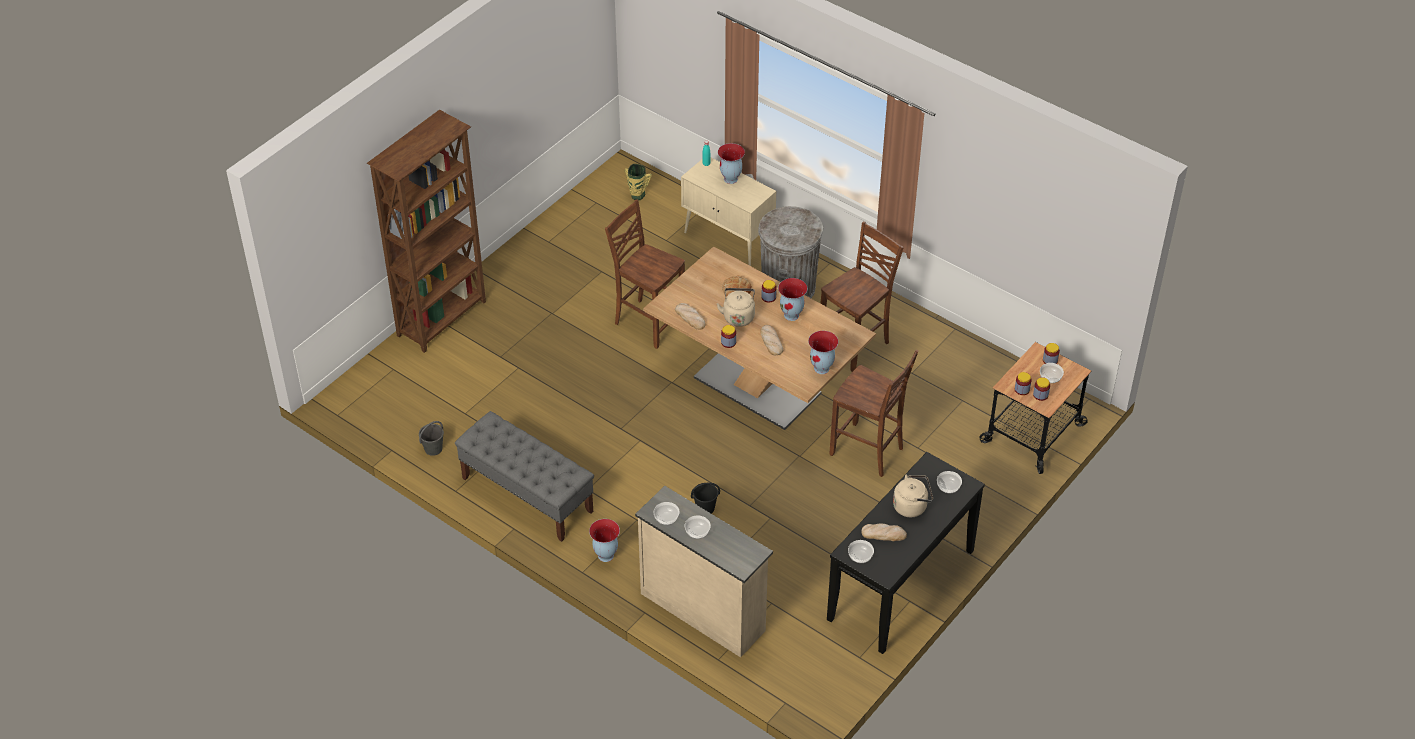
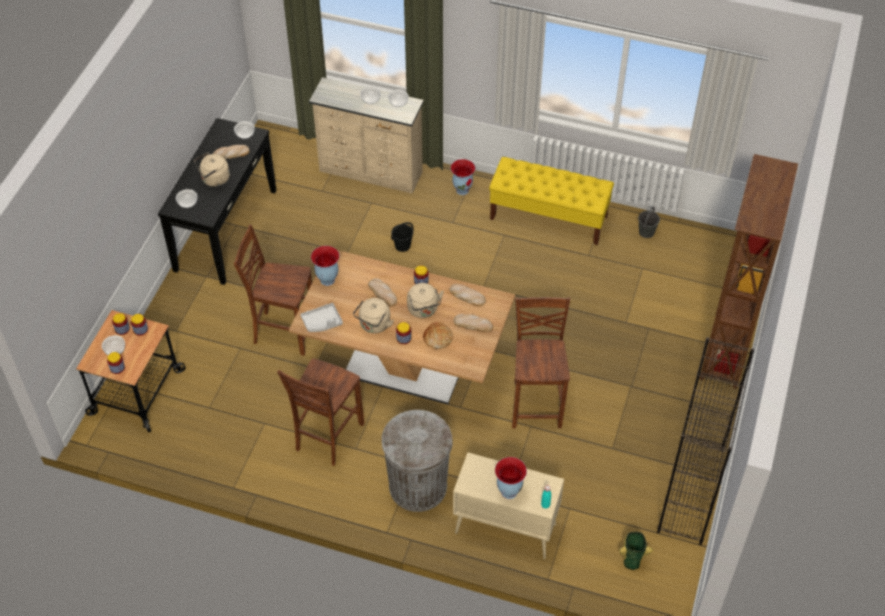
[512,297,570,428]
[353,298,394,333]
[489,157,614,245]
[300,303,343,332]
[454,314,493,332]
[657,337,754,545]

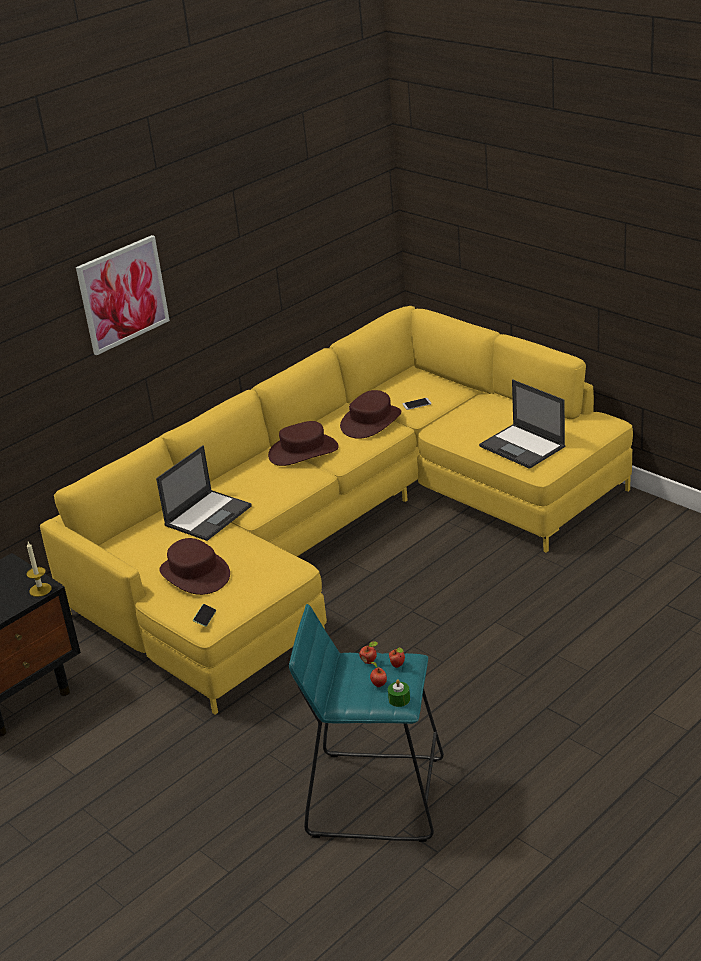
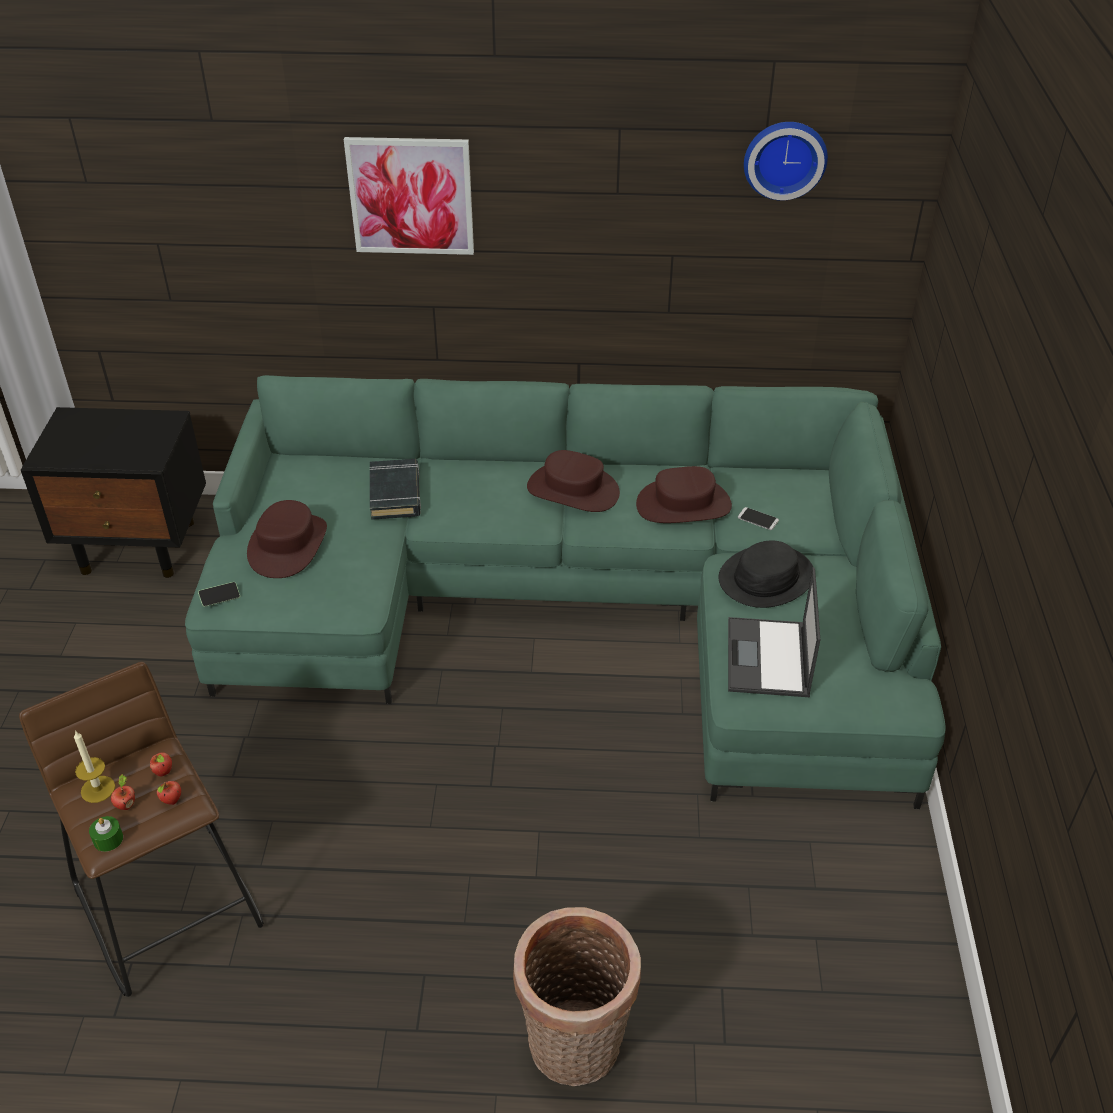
[185,375,946,809]
[370,459,421,520]
[74,731,115,803]
[19,662,264,997]
[744,122,828,201]
[718,540,813,608]
[513,907,641,1086]

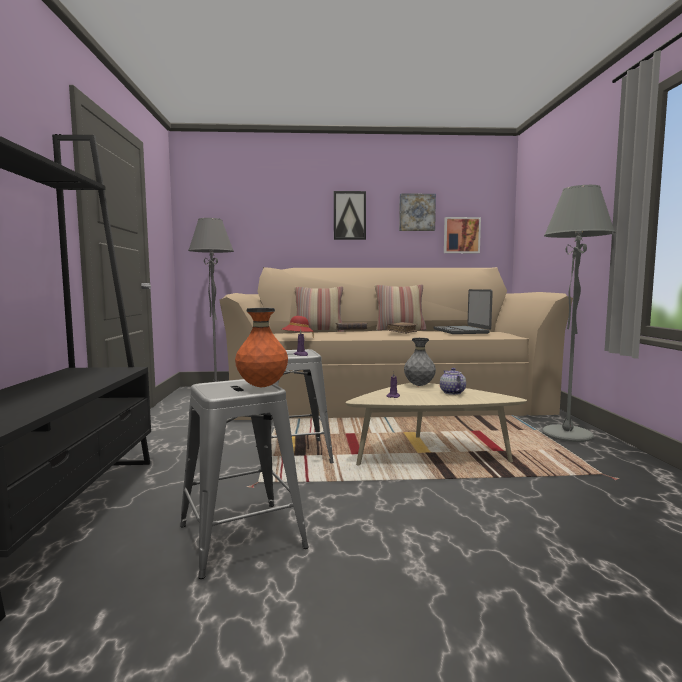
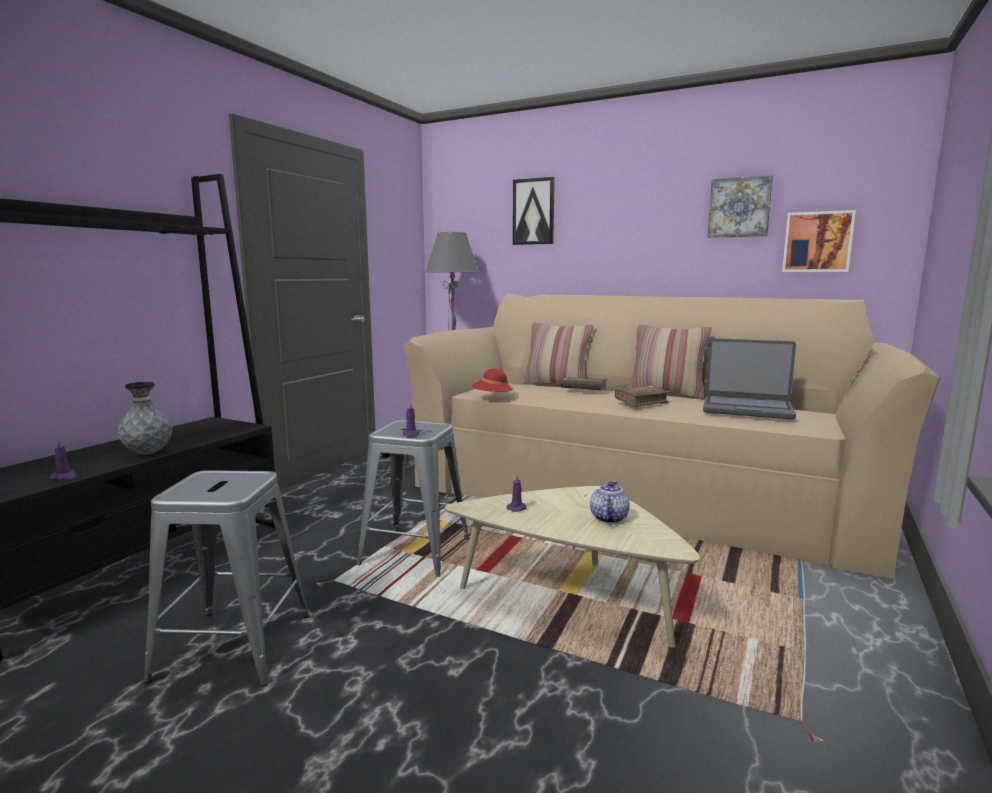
[542,185,616,442] (first image)
[513,177,555,245]
[703,338,796,419]
[235,308,288,387] (first image)
[118,382,172,454]
[50,439,77,480]

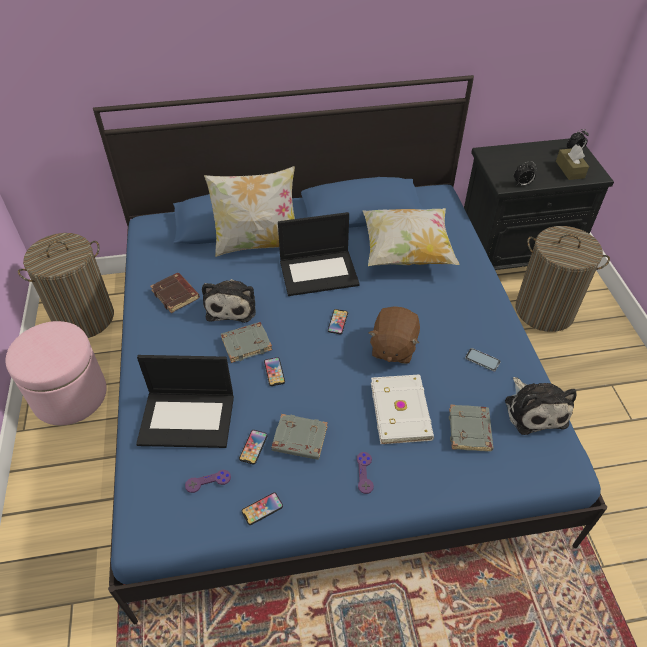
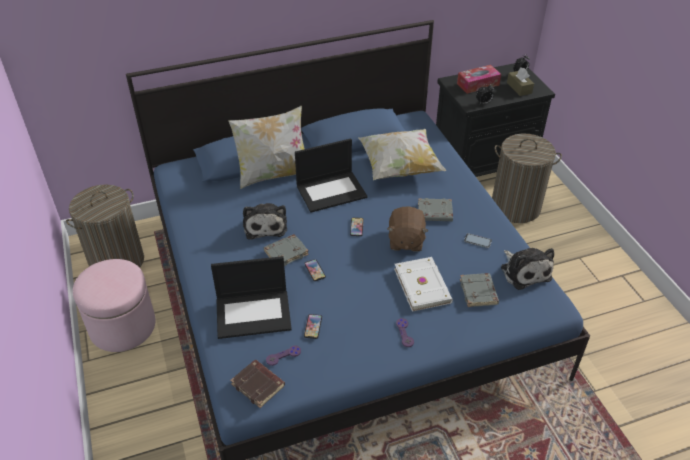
[230,360,285,408]
[418,198,453,221]
[242,492,283,525] (first image)
[457,65,501,94]

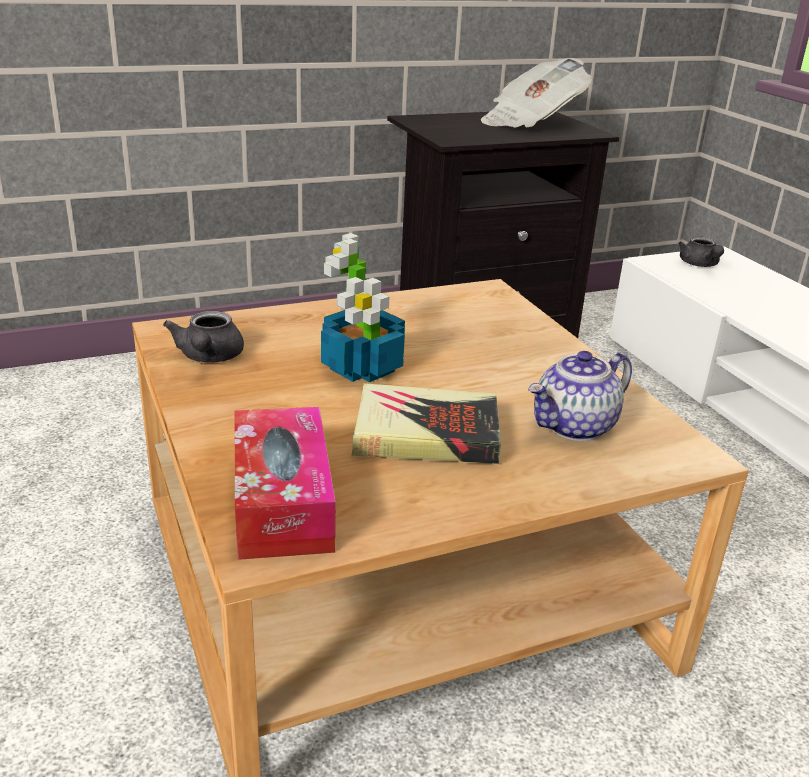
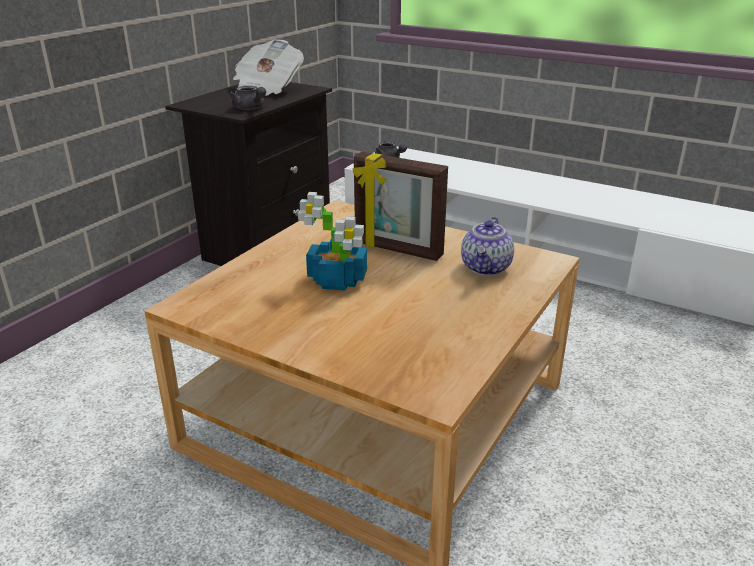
[228,86,266,110]
[351,383,501,464] (first image)
[235,407,335,560] (first image)
[353,152,448,261]

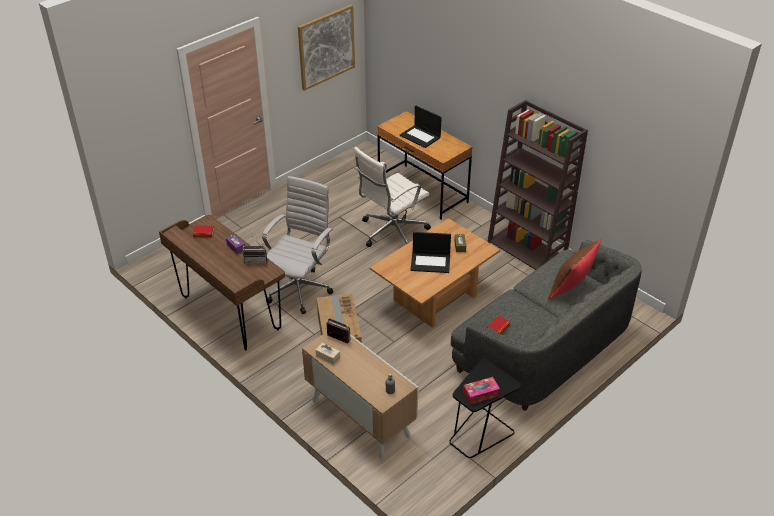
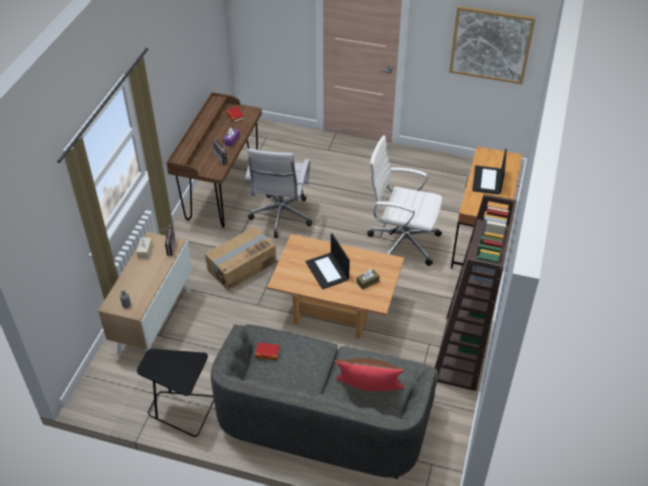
[245,148,312,238]
[463,377,500,404] (first image)

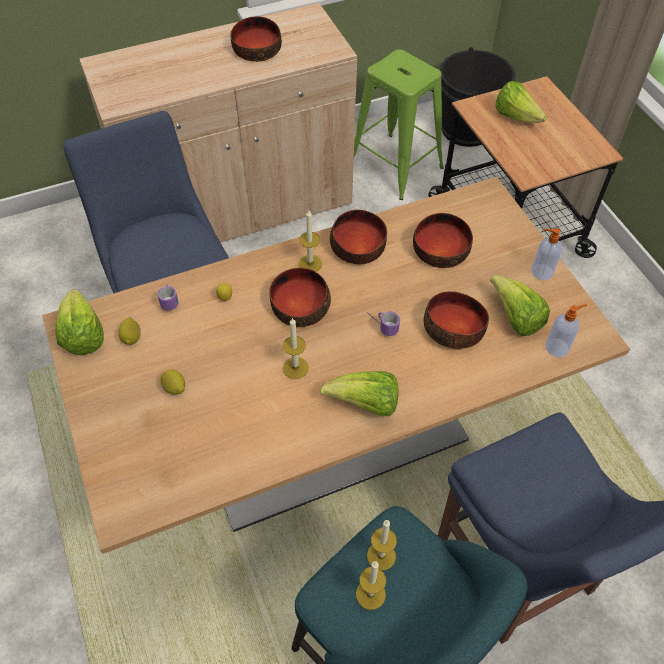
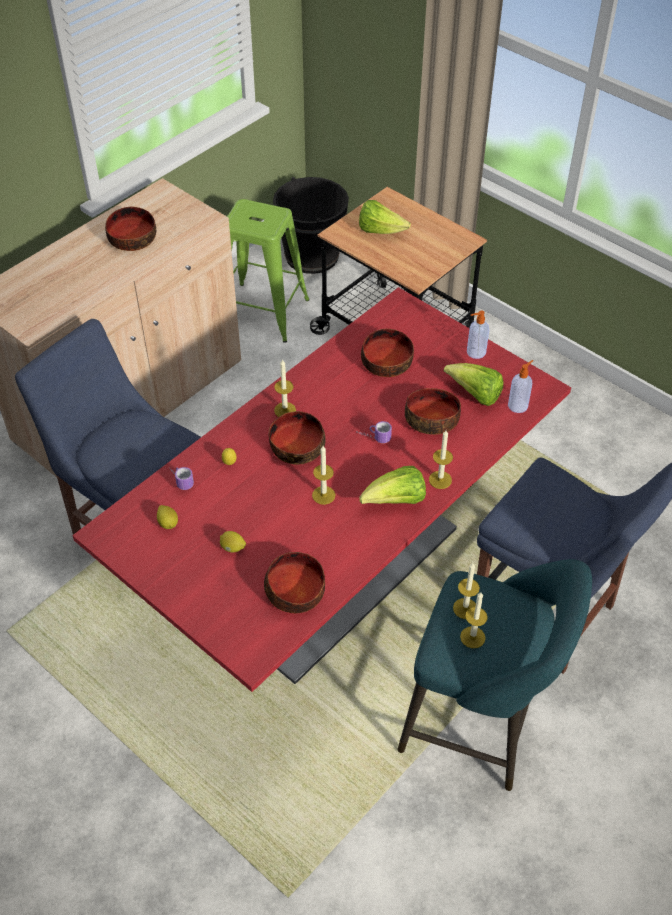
[72,287,571,692]
[264,552,325,613]
[55,290,104,355] (first image)
[429,430,453,489]

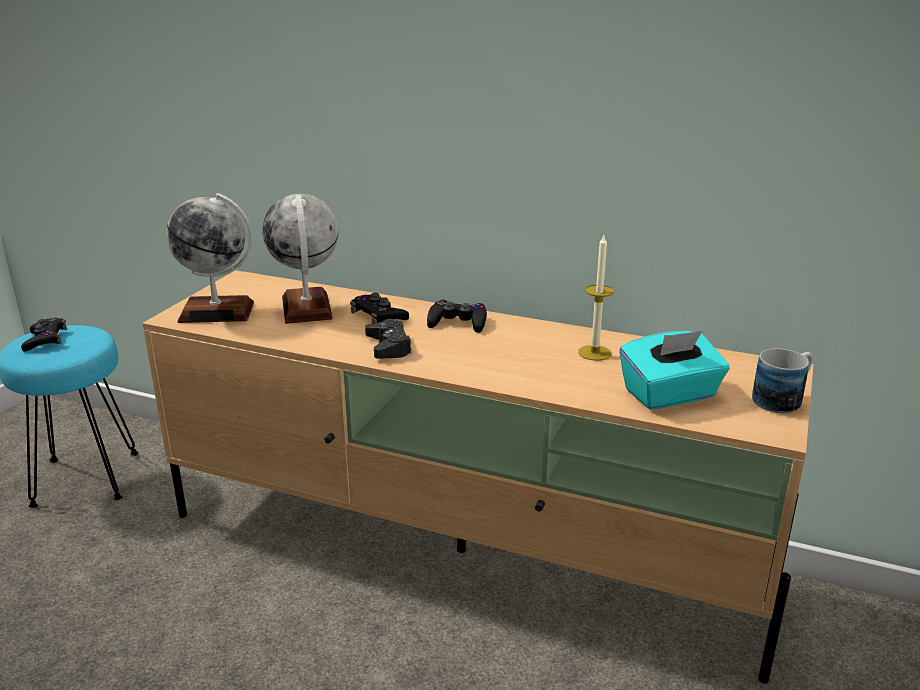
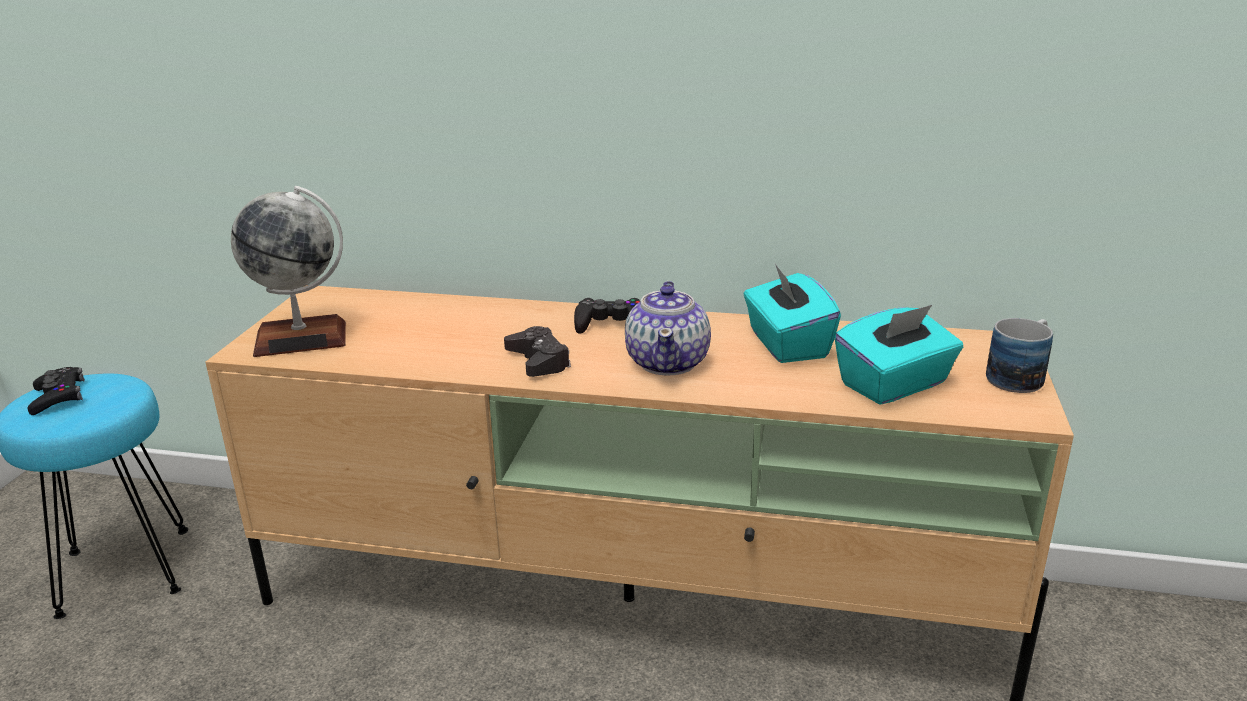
[262,194,339,324] (first image)
[744,264,841,363]
[350,293,409,324] (first image)
[625,281,711,375]

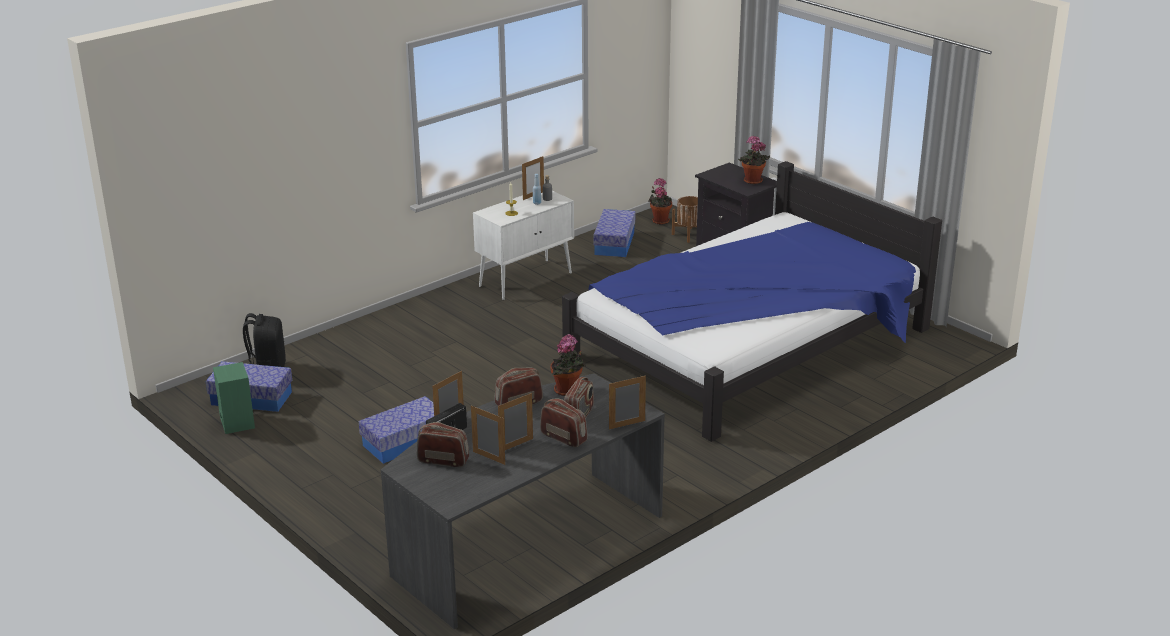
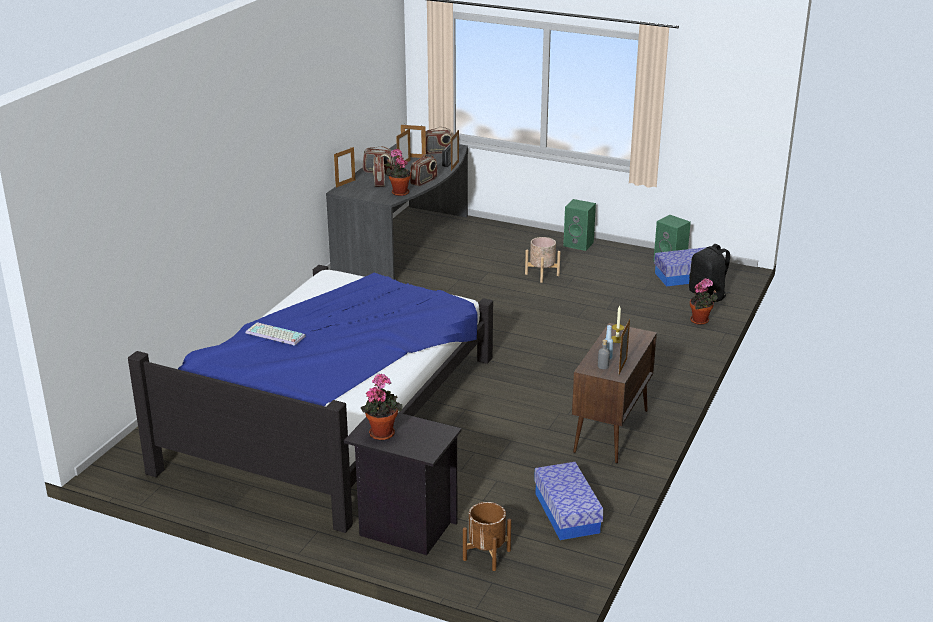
[690,278,718,325]
[572,323,657,464]
[525,237,561,283]
[563,199,596,251]
[246,322,306,346]

